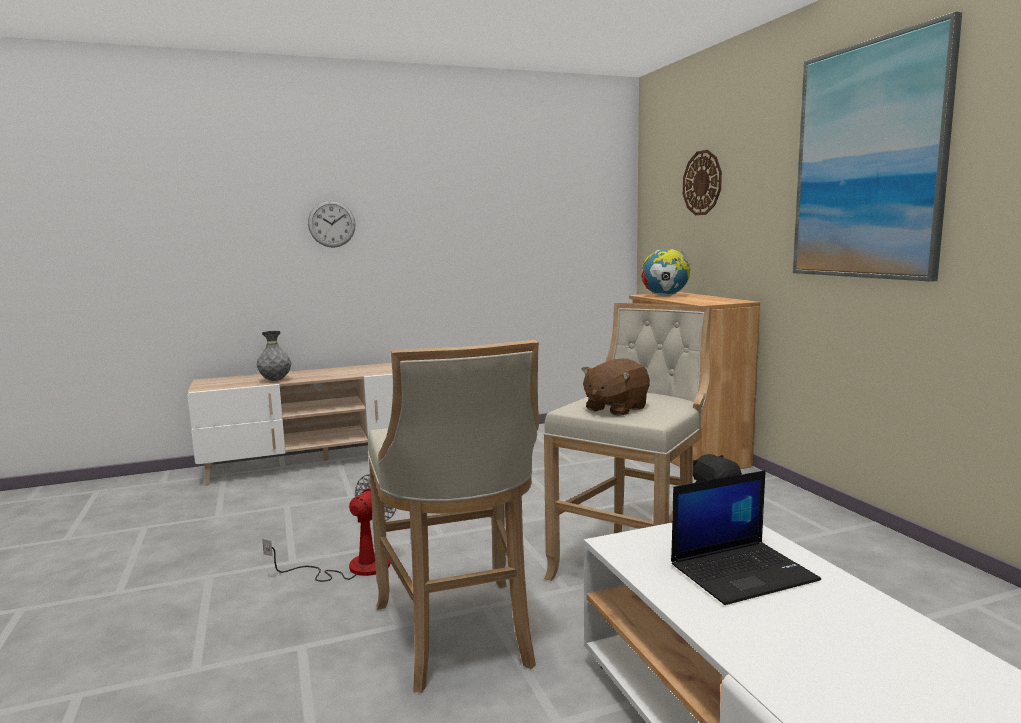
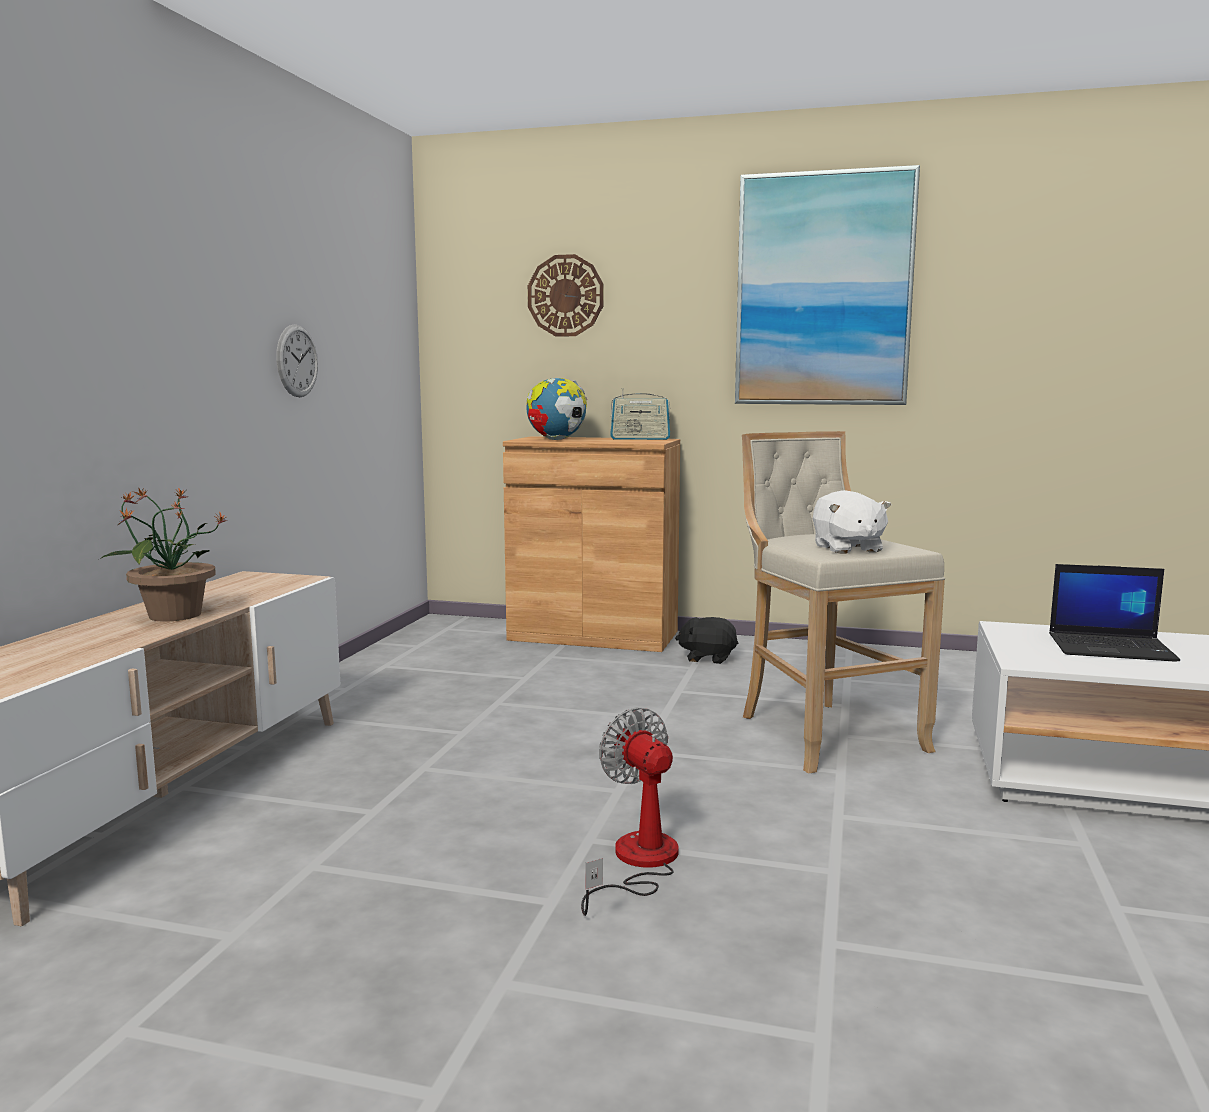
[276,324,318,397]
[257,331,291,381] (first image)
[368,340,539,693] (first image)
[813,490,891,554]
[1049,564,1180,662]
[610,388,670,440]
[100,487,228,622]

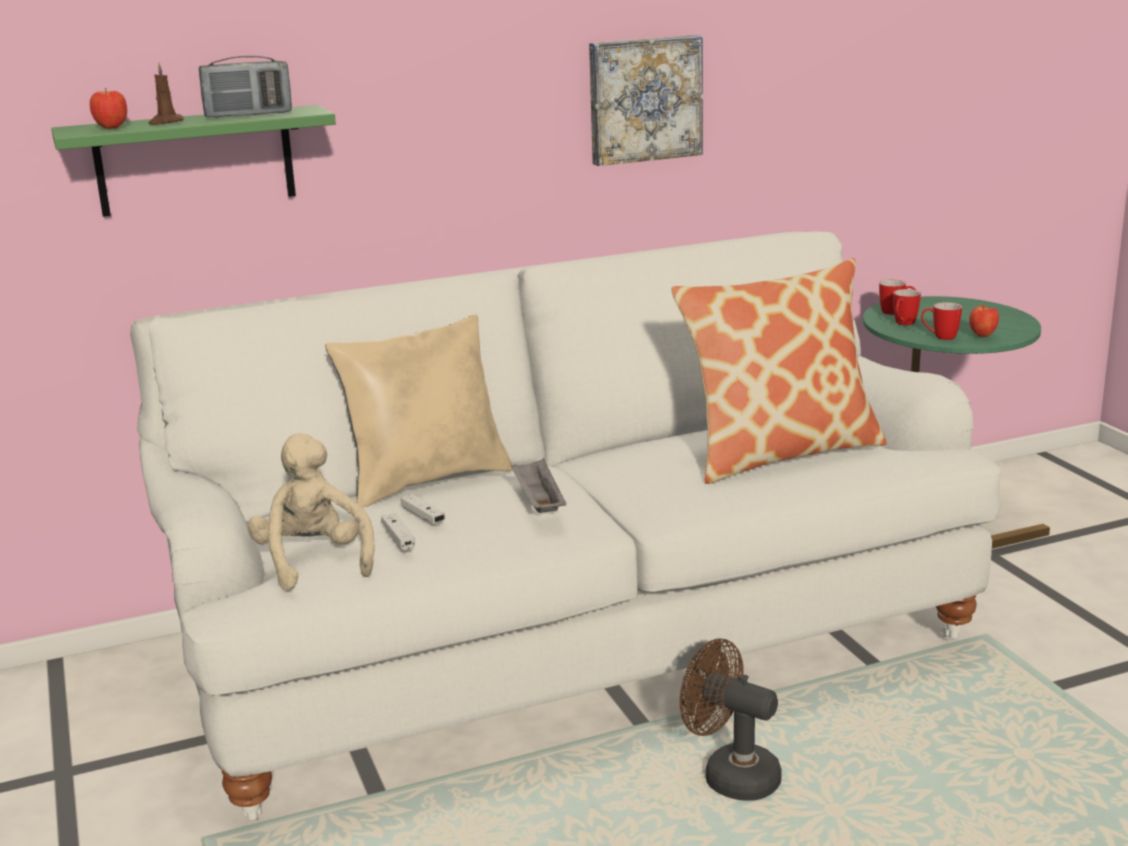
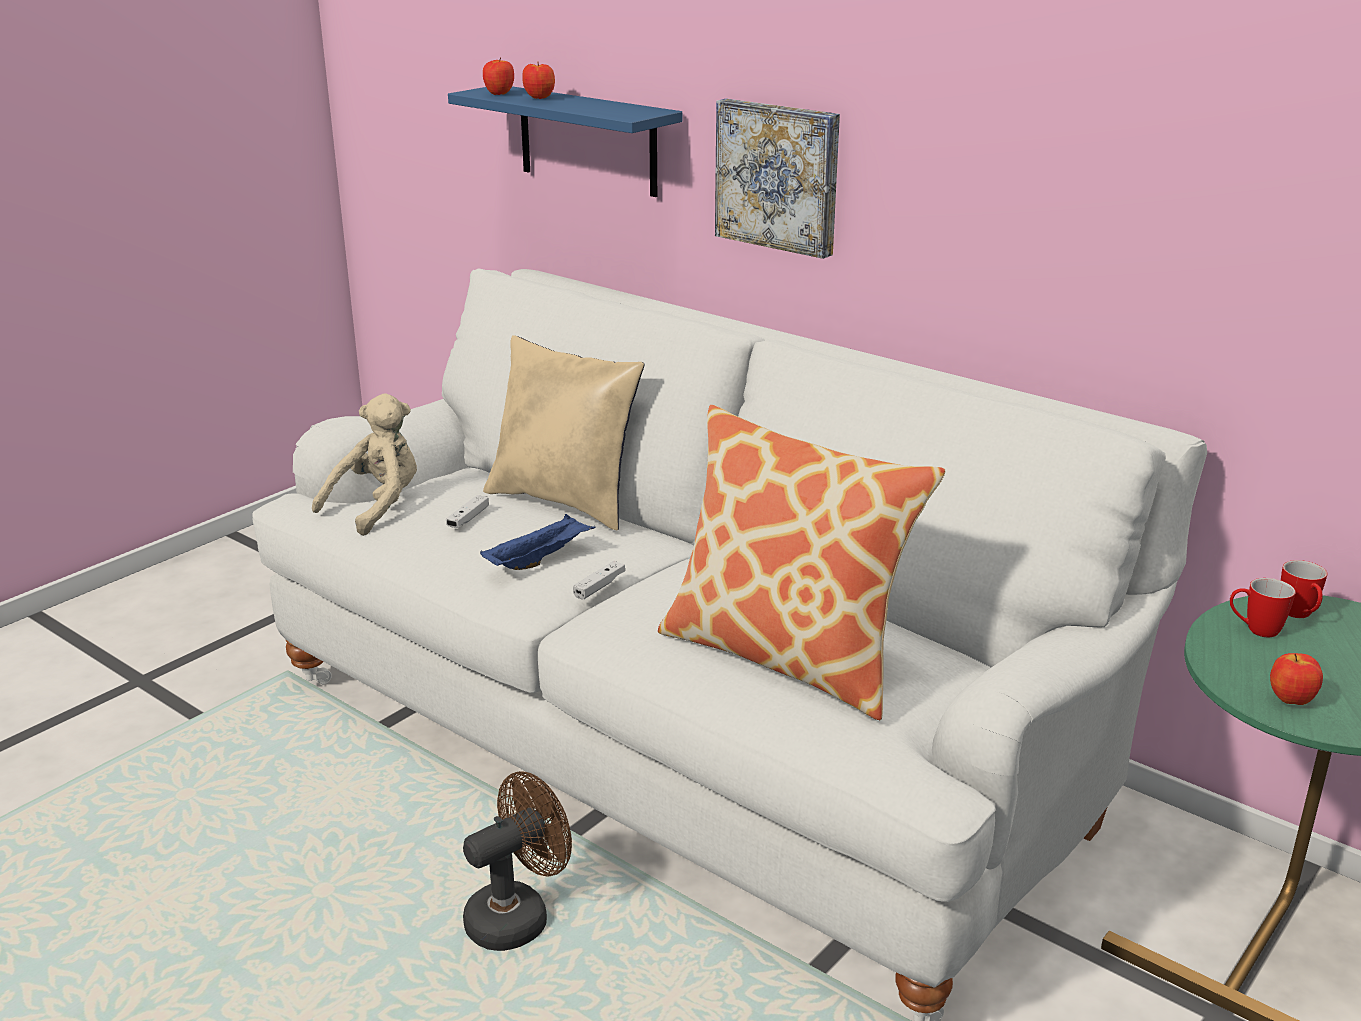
[715,98,840,259]
[199,56,292,118] (first image)
[522,63,555,99]
[448,86,682,197]
[921,302,962,340] (first image)
[480,514,596,570]
[573,561,625,600]
[463,771,572,951]

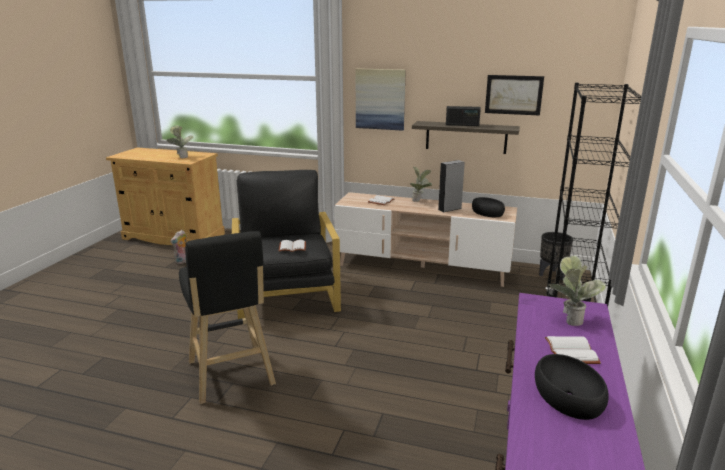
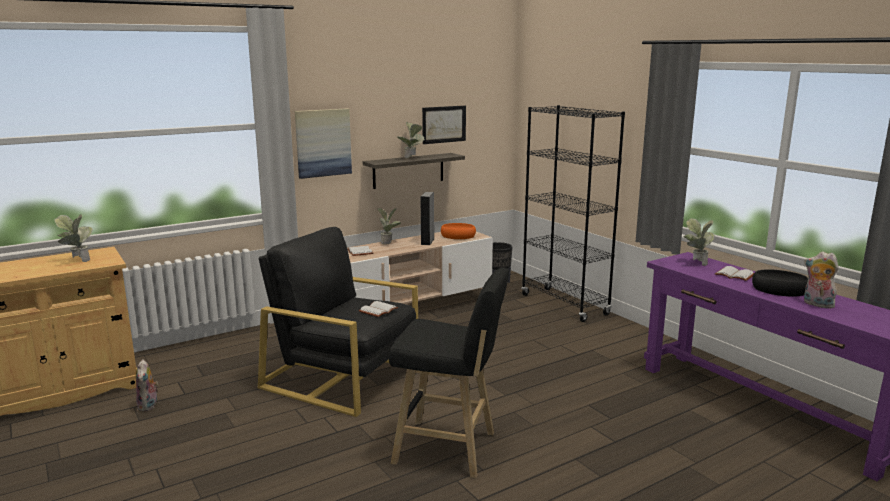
[397,122,424,158]
[441,223,476,239]
[804,251,839,309]

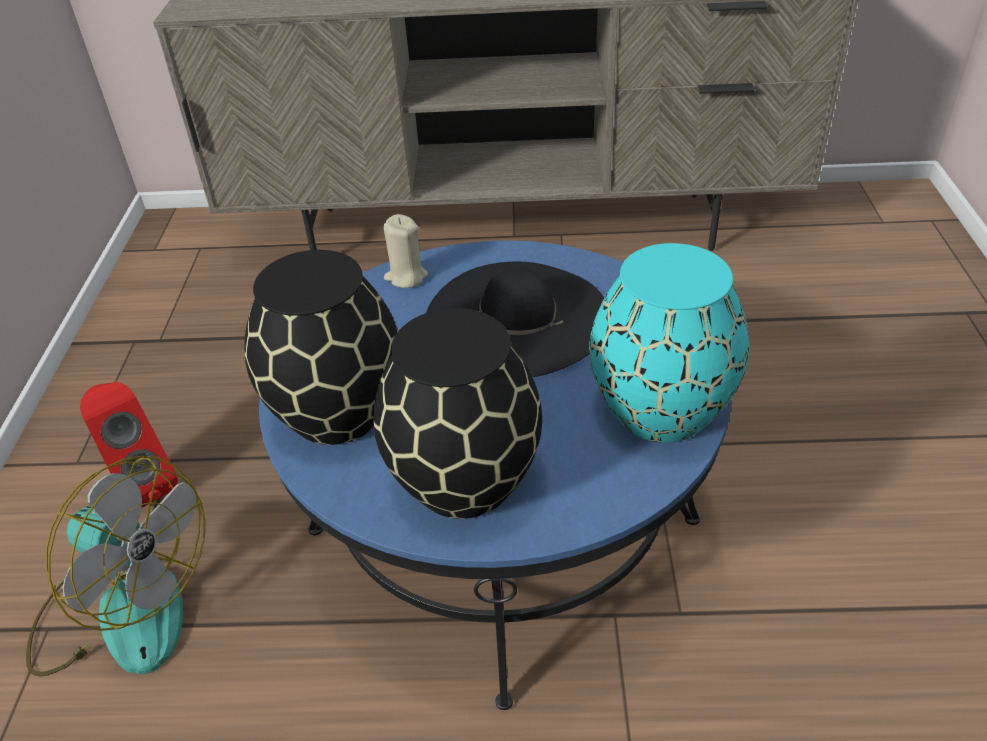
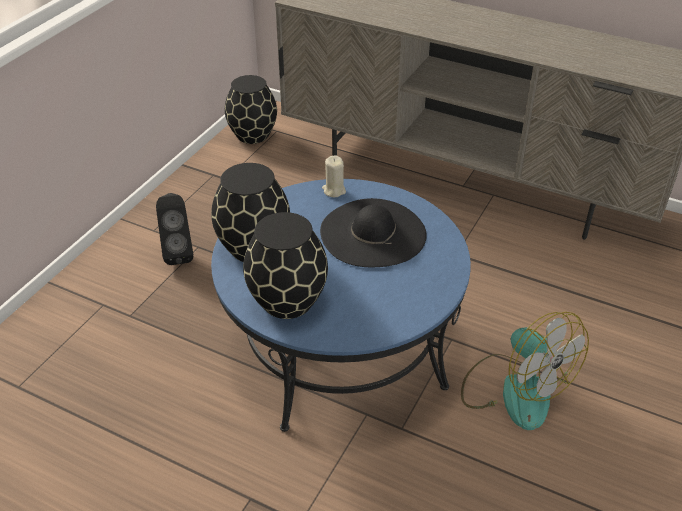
[589,243,750,443] (first image)
[156,193,194,265]
[461,312,589,430]
[225,75,277,144]

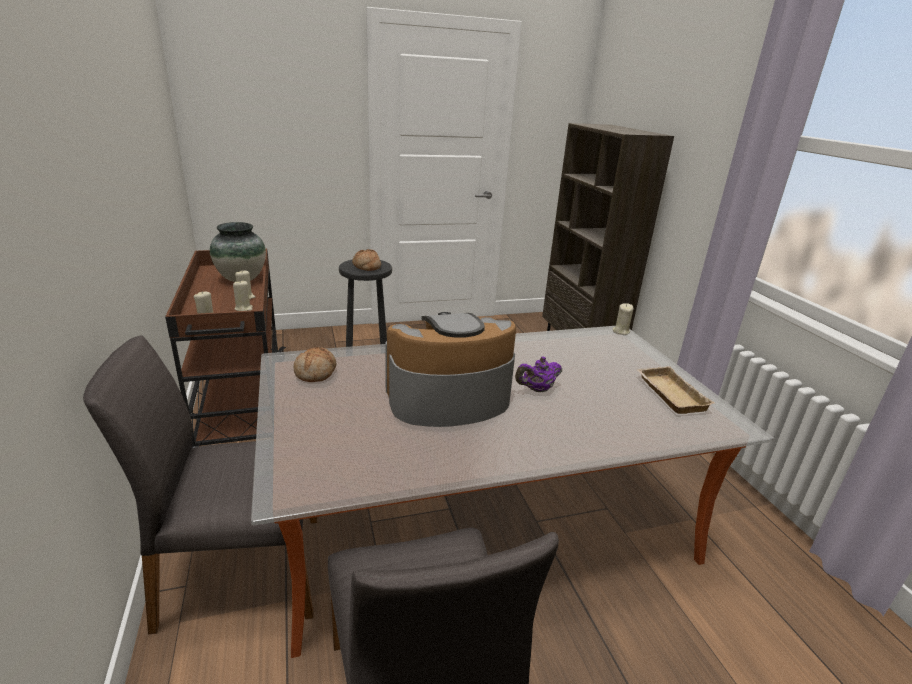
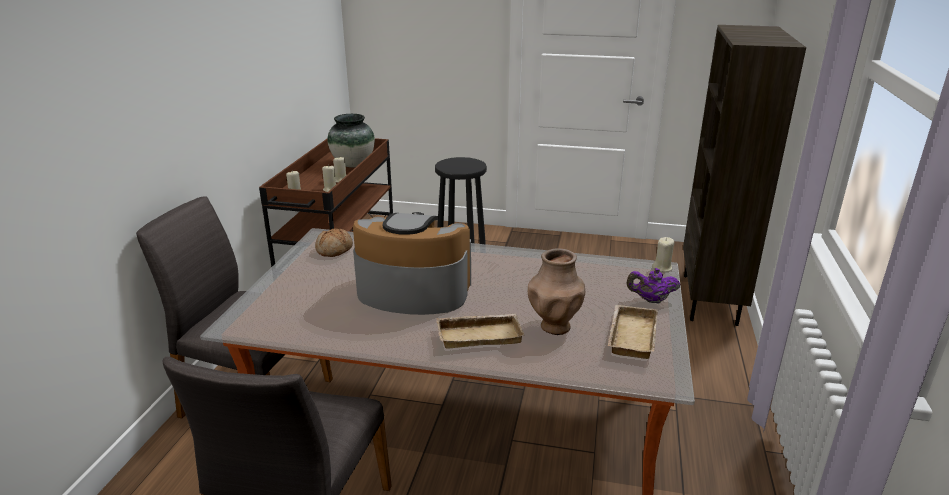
[352,249,381,271] (first image)
[627,268,681,303]
[528,249,585,335]
[436,314,525,348]

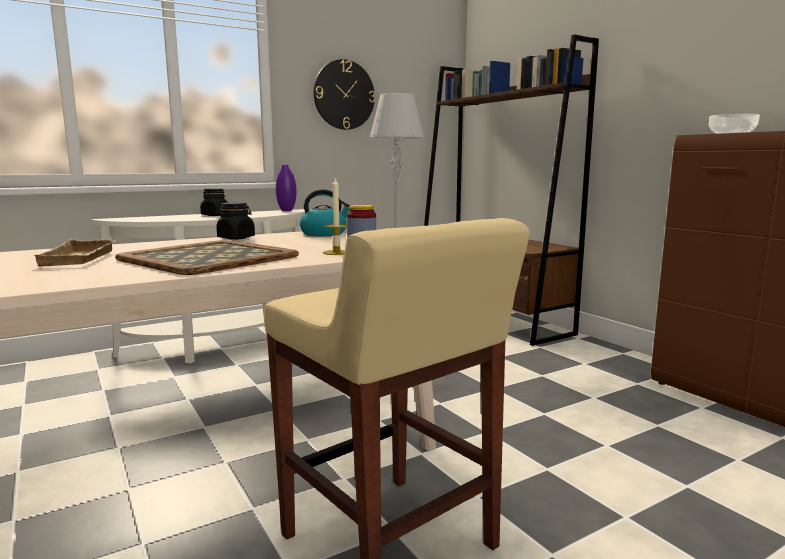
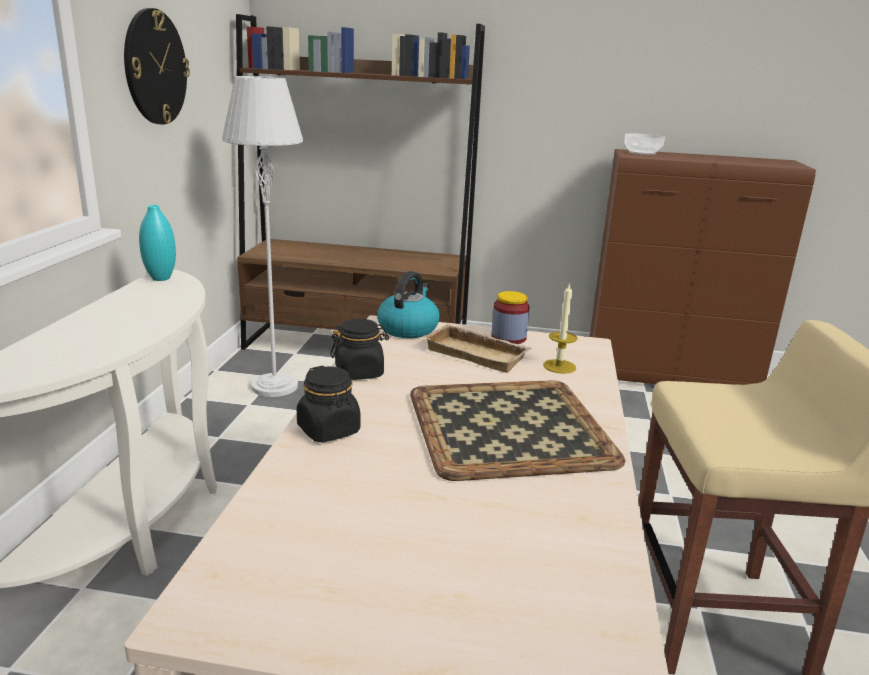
[139,205,176,281]
[297,366,360,442]
[423,324,532,373]

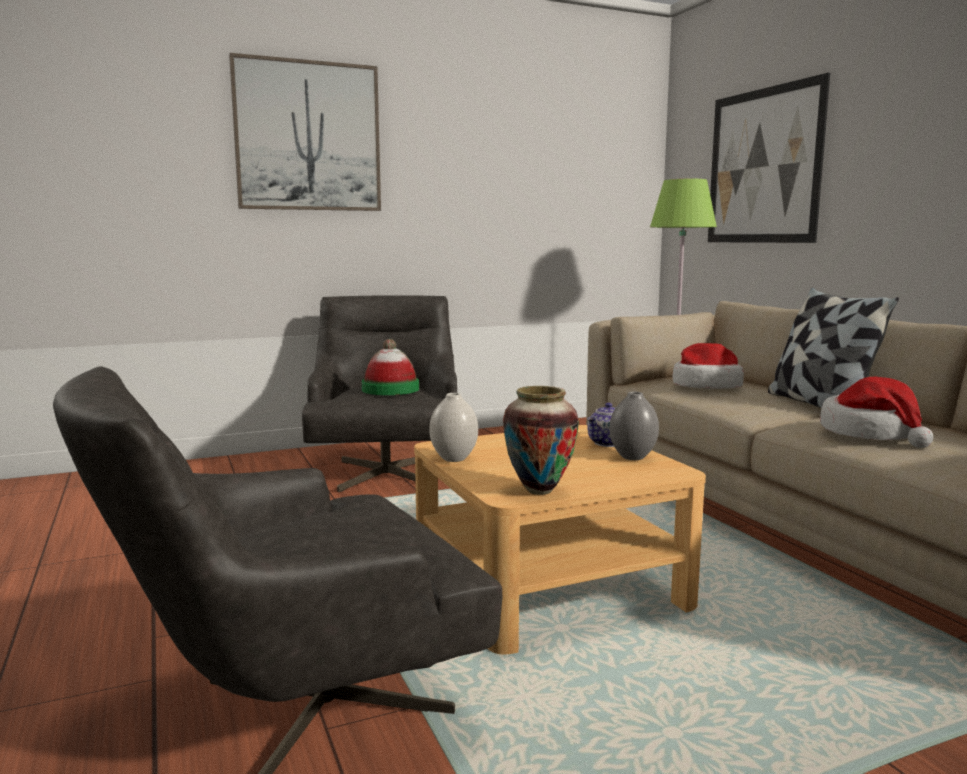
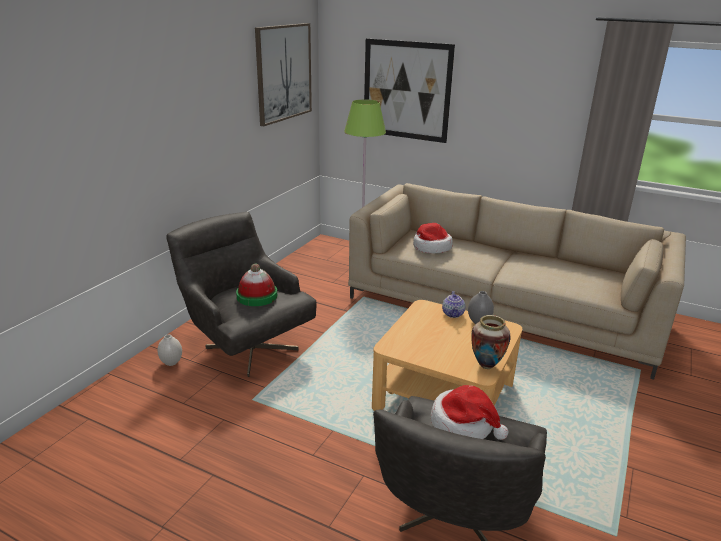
[255,23,312,126]
[768,288,899,408] (first image)
[431,385,509,440]
[158,334,182,366]

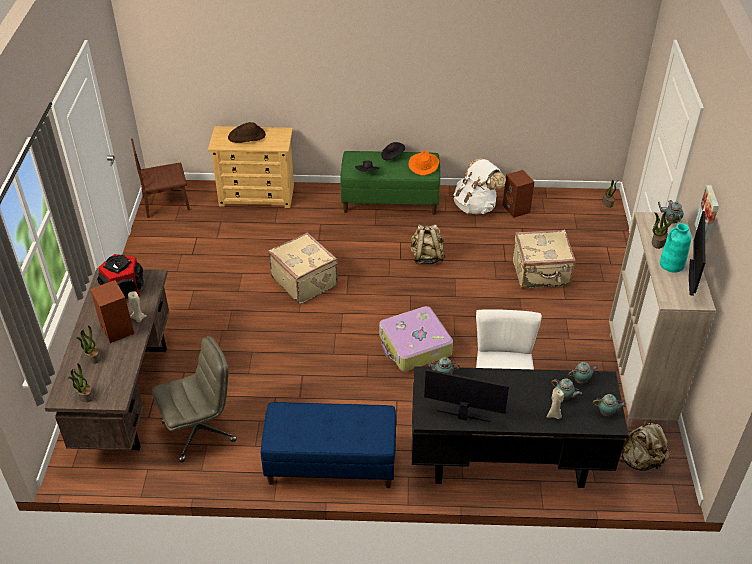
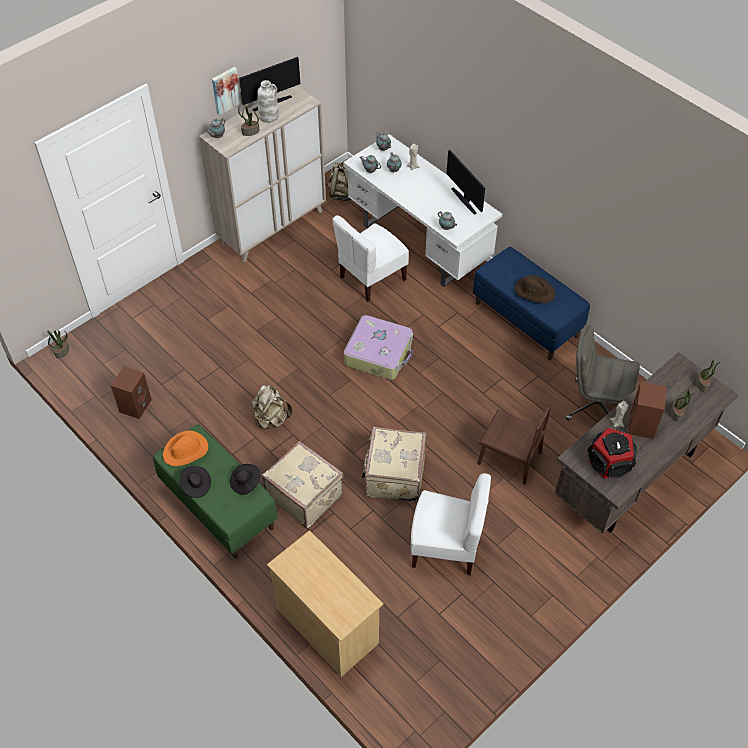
[514,275,555,303]
[478,404,551,485]
[454,158,506,215] (first image)
[257,80,279,123]
[262,441,344,528]
[343,134,502,287]
[411,473,491,575]

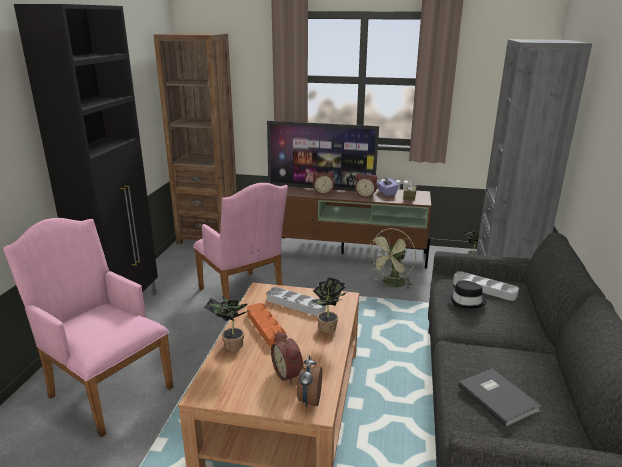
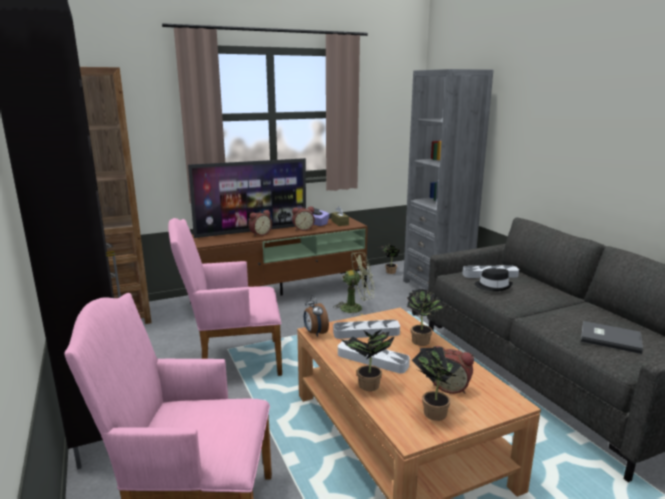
[168,218,282,376]
[333,252,375,315]
[338,340,410,374]
[304,295,329,337]
[412,347,461,421]

